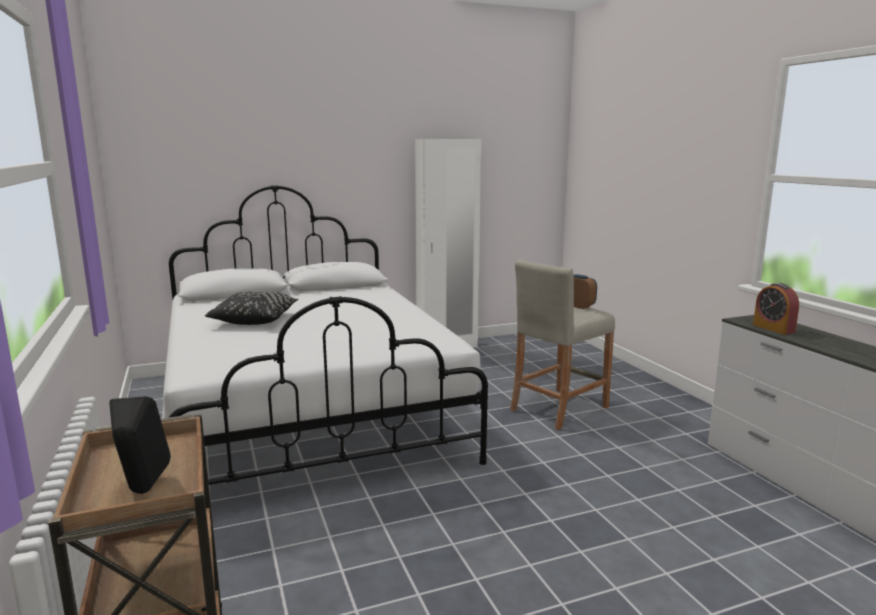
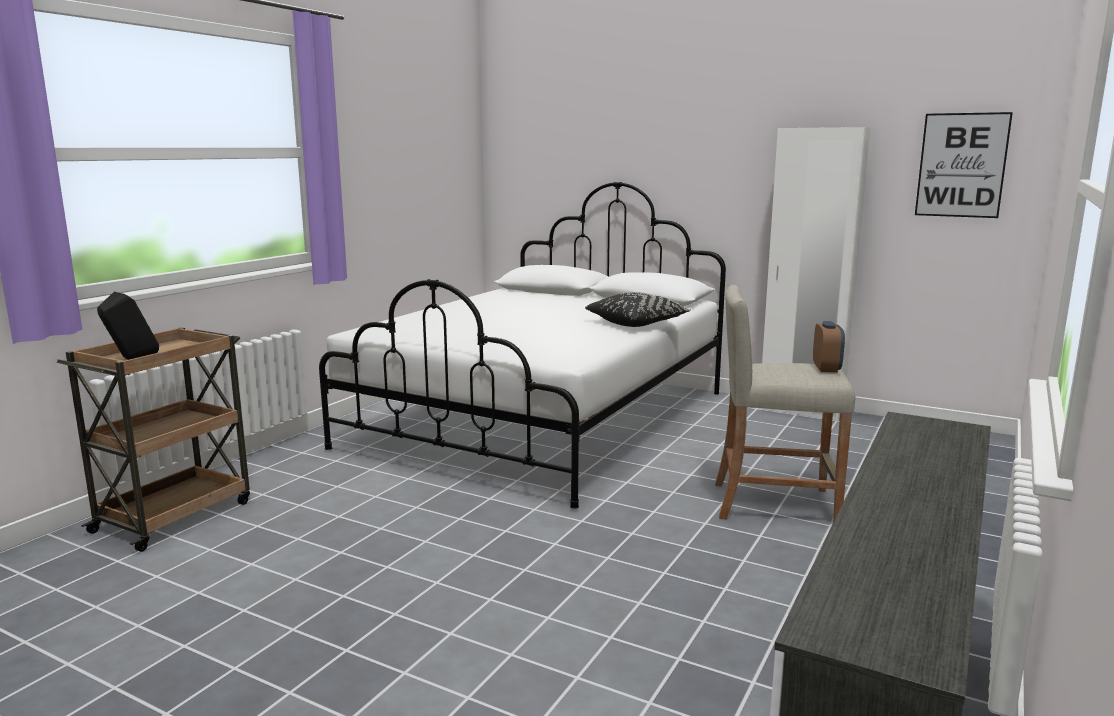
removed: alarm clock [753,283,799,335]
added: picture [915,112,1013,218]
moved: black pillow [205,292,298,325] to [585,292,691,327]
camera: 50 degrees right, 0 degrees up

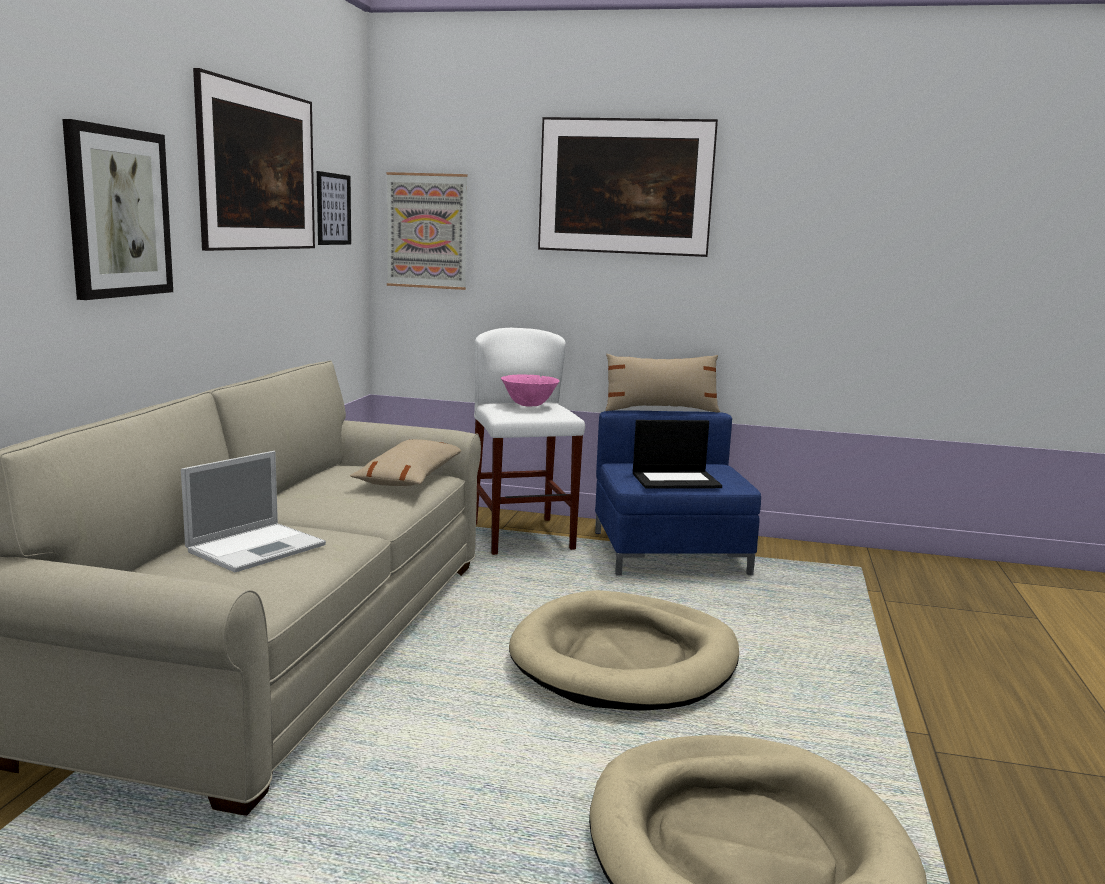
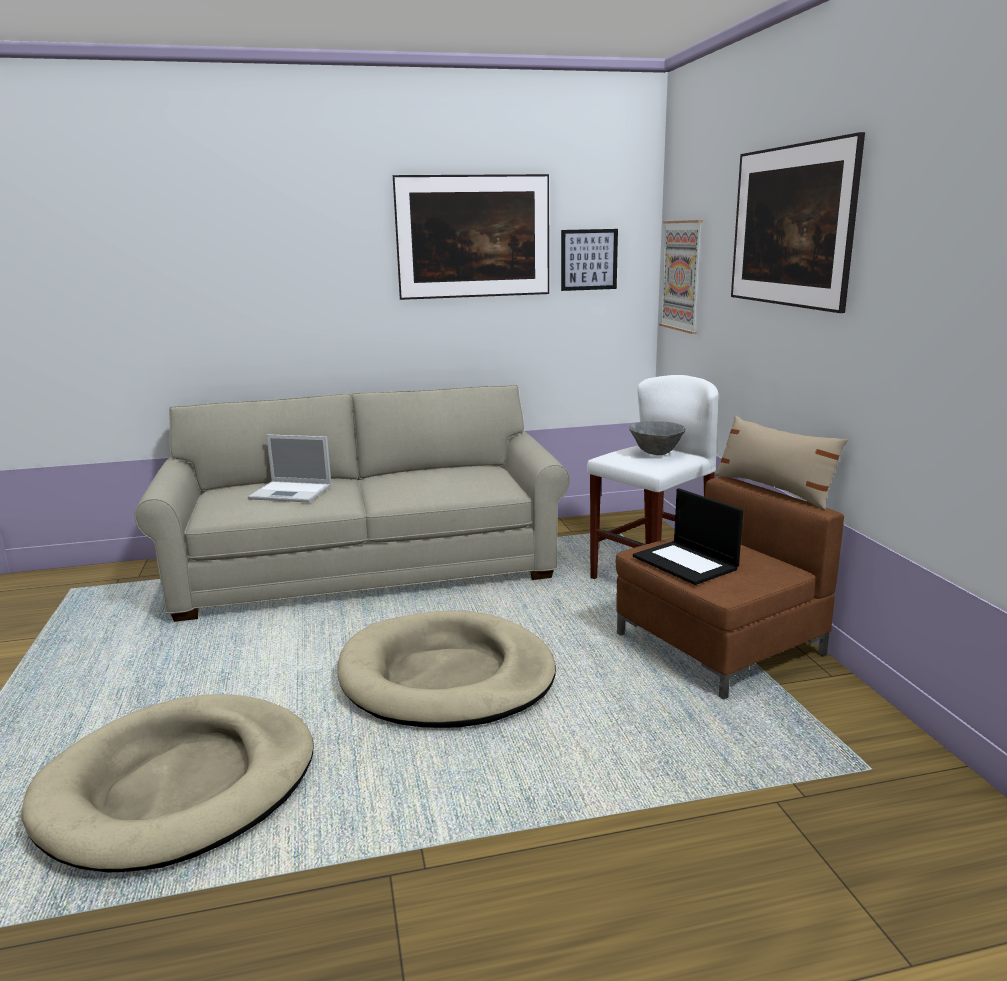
removed: picture [62,119,173,300]; beige pillow [350,439,461,486]
recoloured: blue armchair [595,410,761,576] to brown armchair [616,477,844,700]; pink bowl [501,374,559,406] to grey bowl [628,421,686,455]
camera: 65 degrees right, 5 degrees up

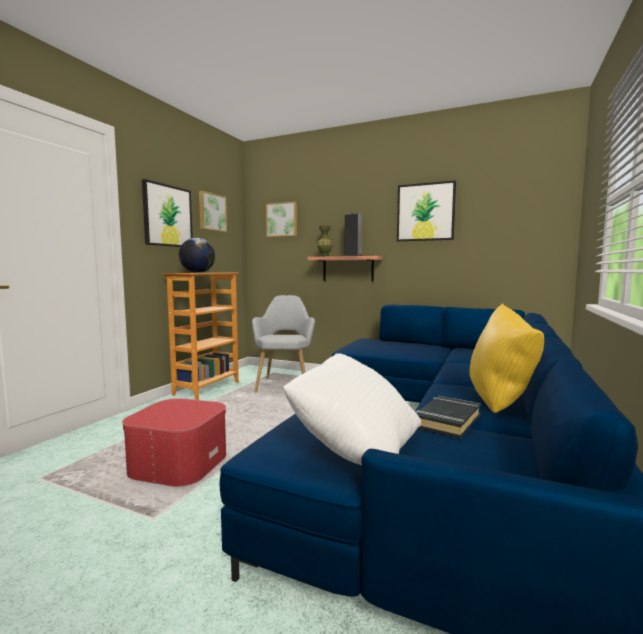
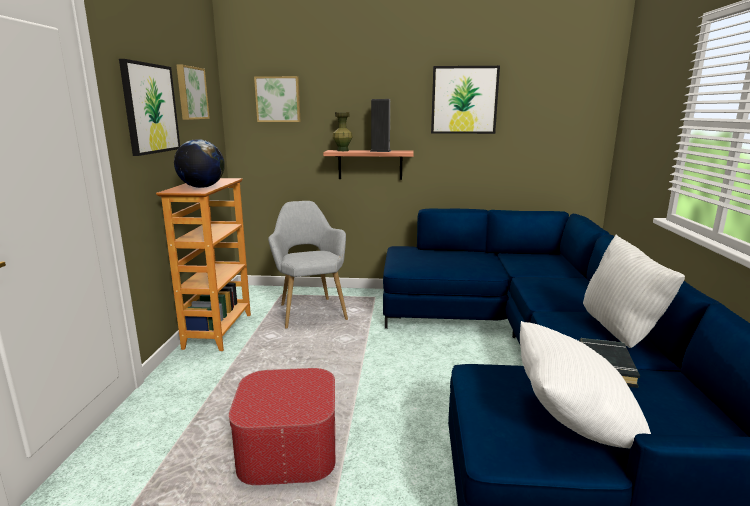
recoloured: yellow pillow [470,303,544,413] to white pillow [583,235,685,348]
camera: 20 degrees left, 10 degrees up

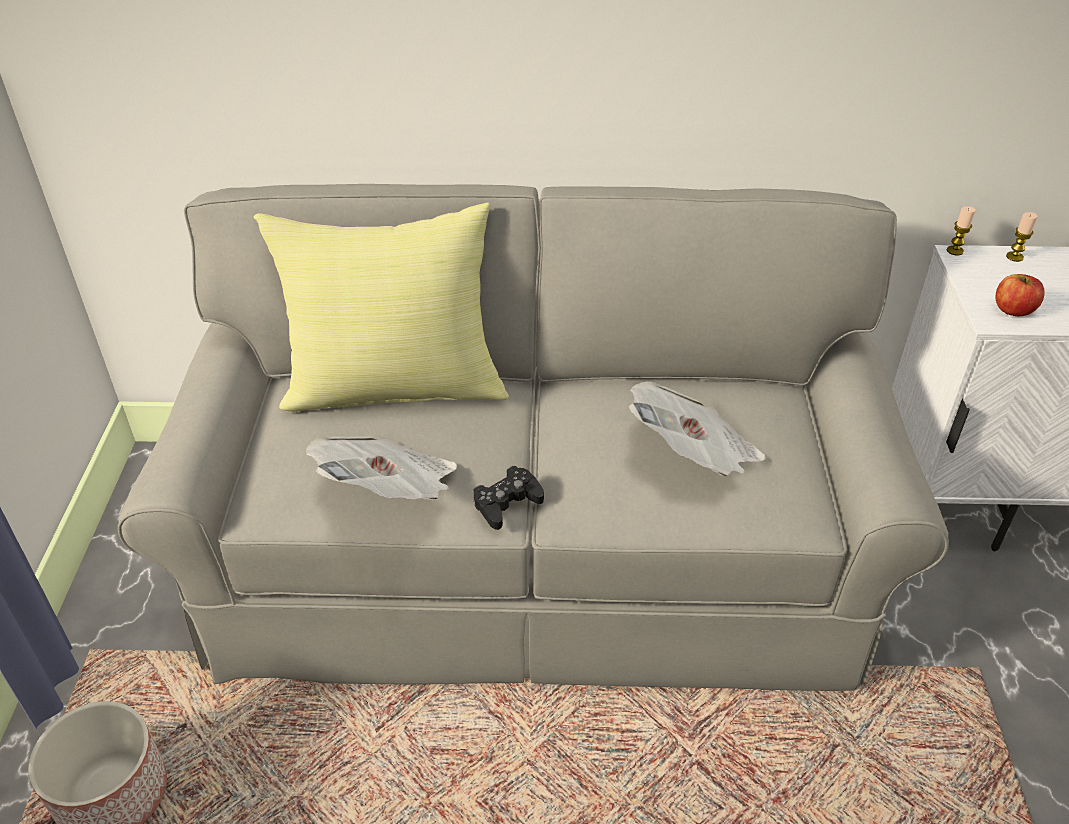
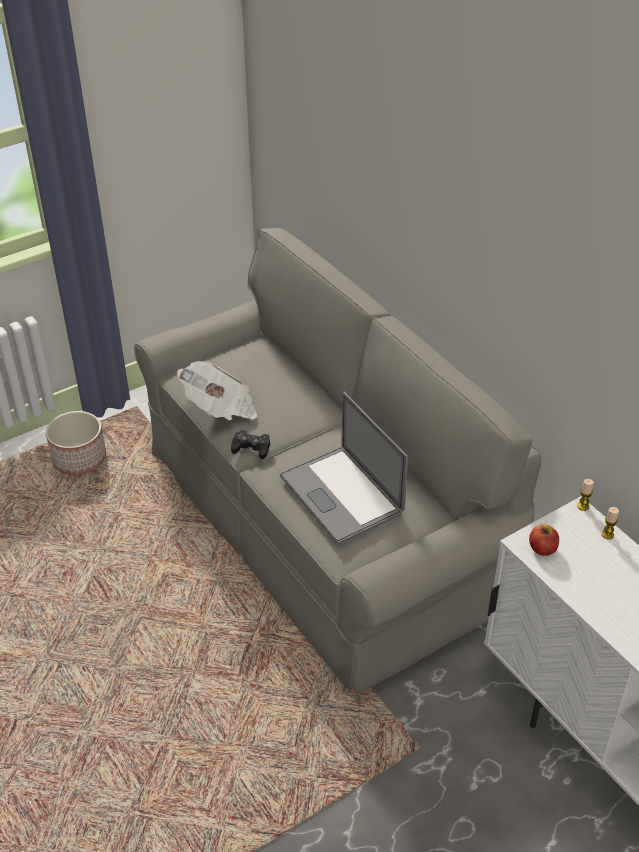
removed: yellow pillow [254,202,509,412]
replaced: newspaper [628,381,766,476] to laptop [280,392,408,544]
camera: 55 degrees right, 0 degrees up

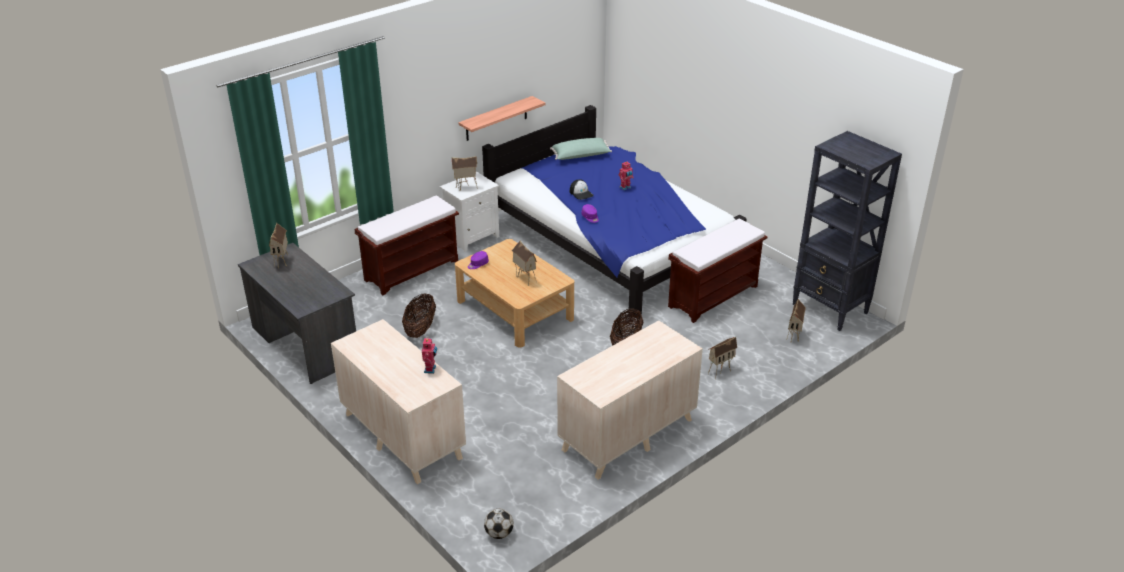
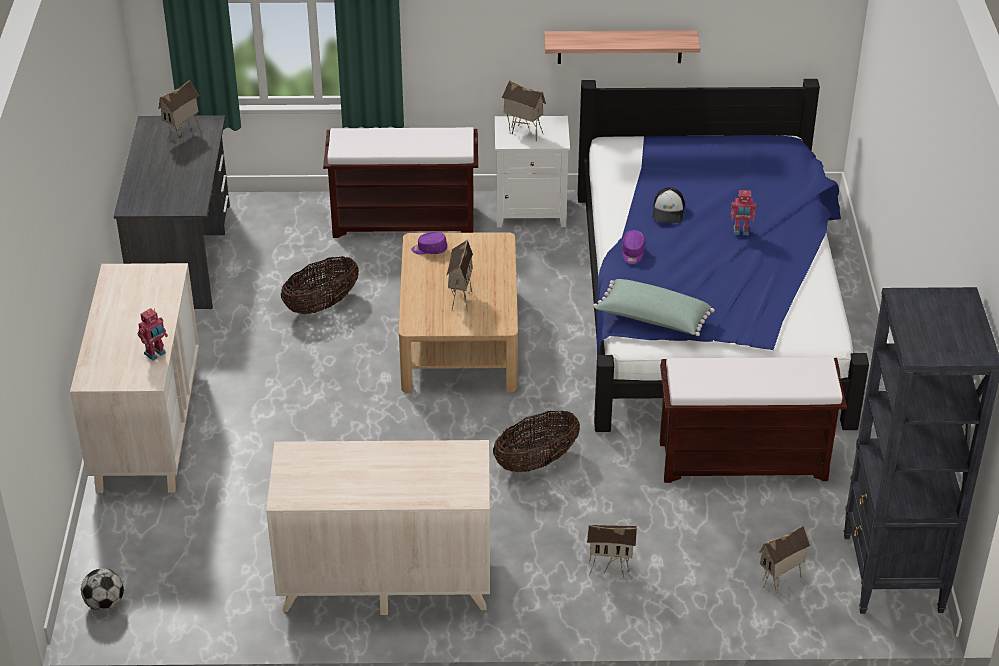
moved: green pillow [550,138,612,160] to [593,279,715,336]
camera: 40 degrees right, 5 degrees up

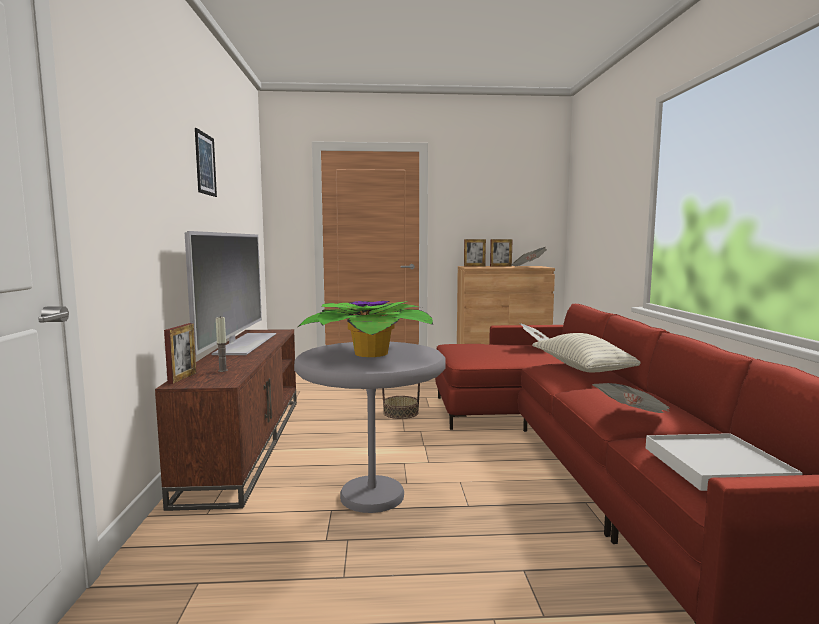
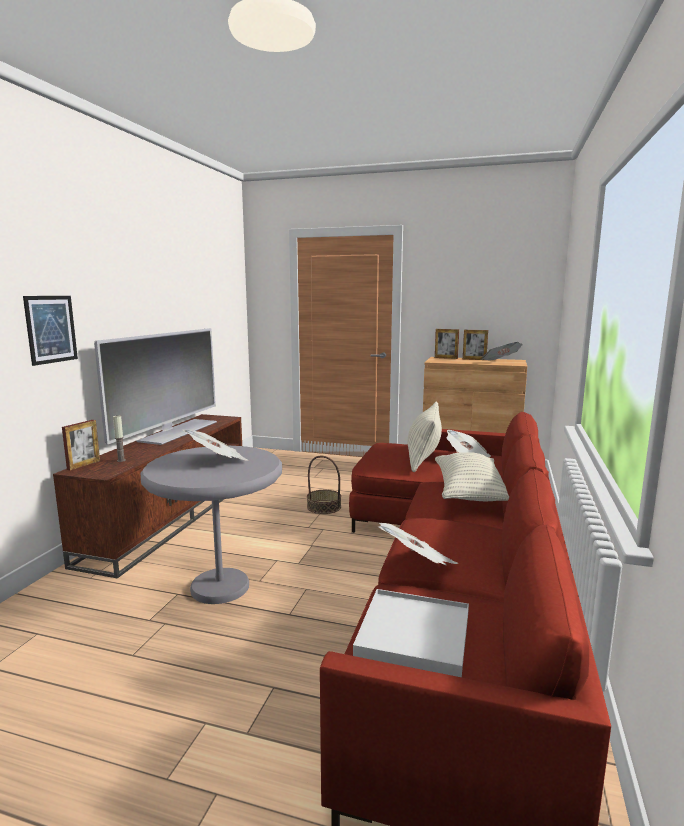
added: pillow [407,401,442,472]
moved: picture [195,128,217,197] to [23,296,78,366]
replaced: potted plant [298,301,433,357] to newspaper [182,429,249,461]
camera: 20 degrees right, 5 degrees up

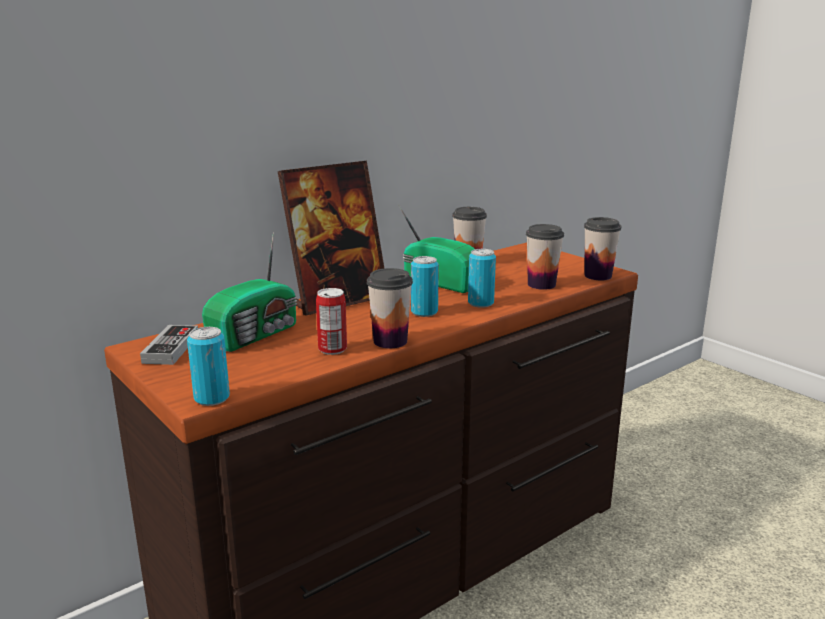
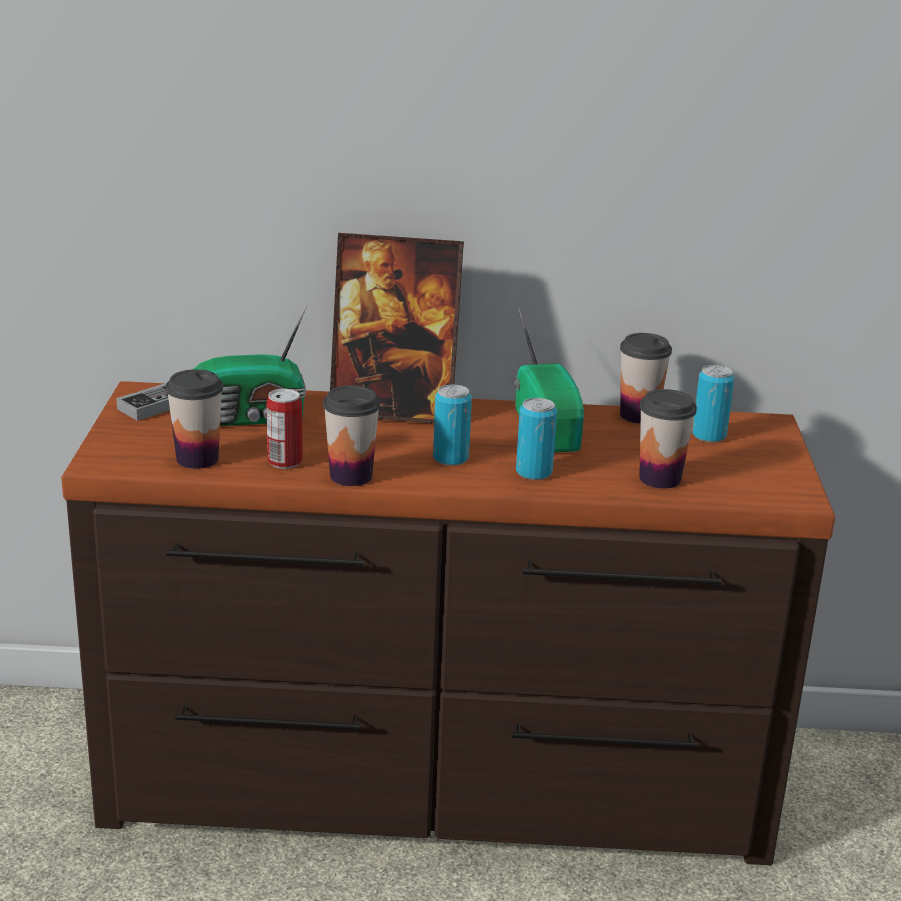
moved: cup [584,217,621,280] to [166,369,223,469]; can [187,327,230,406] to [692,365,735,443]
camera: 40 degrees right, 5 degrees up

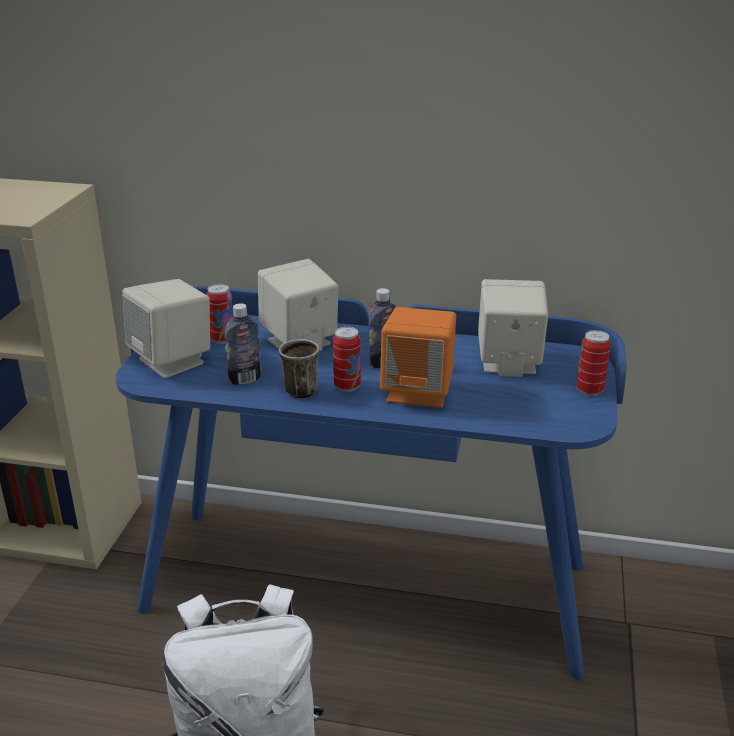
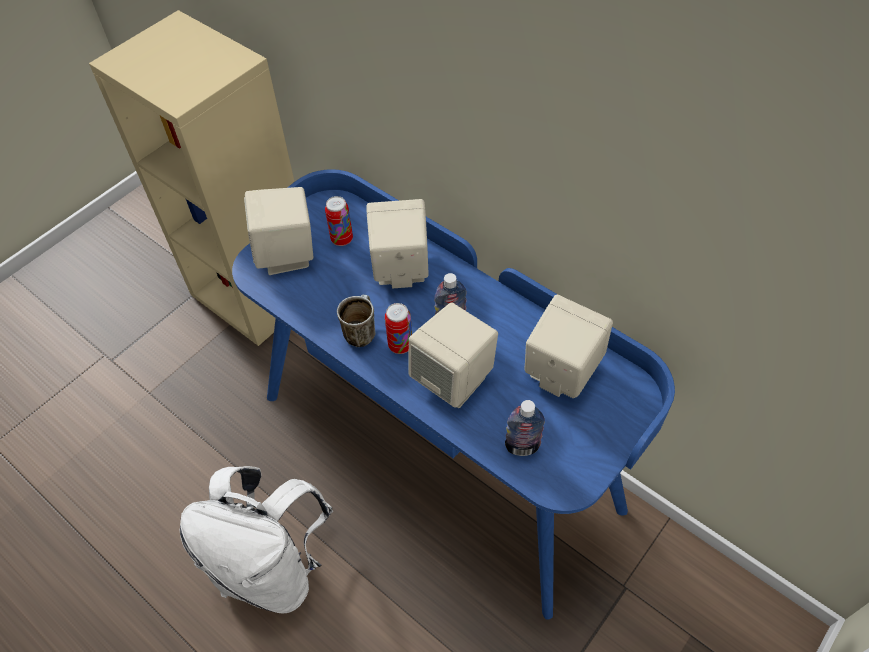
removed: can [576,330,611,396]
moved: bottle [225,303,261,385] to [505,400,545,456]
recoloured: orange speaker [380,307,456,408] to beige speaker [408,303,498,408]
camera: 30 degrees right, 25 degrees up

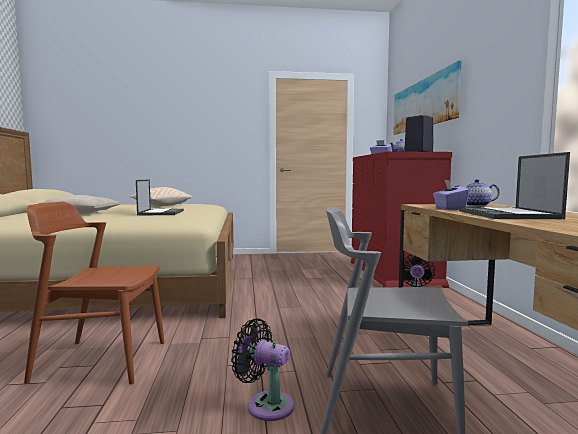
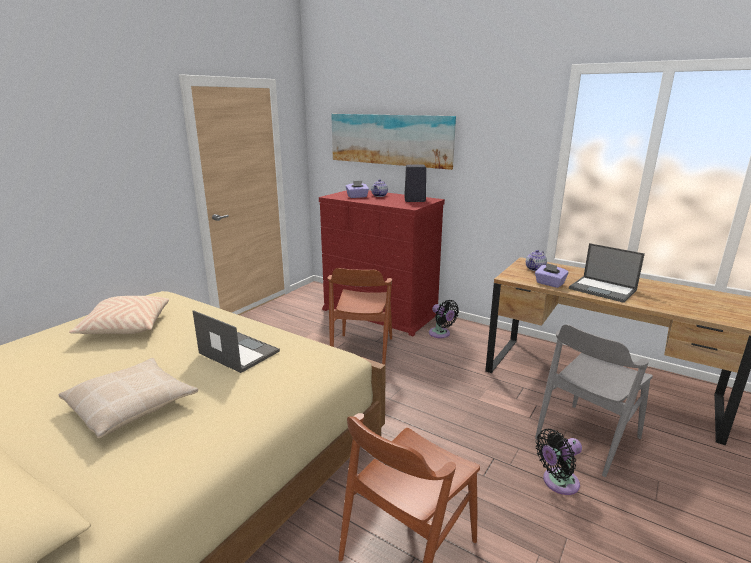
added: brown chair [328,268,392,365]
camera: 50 degrees left, 15 degrees up

